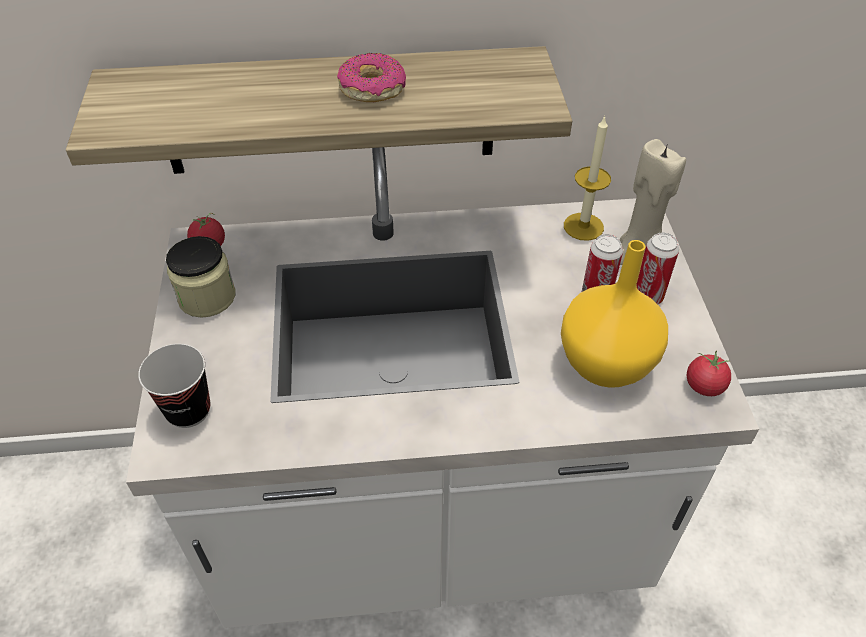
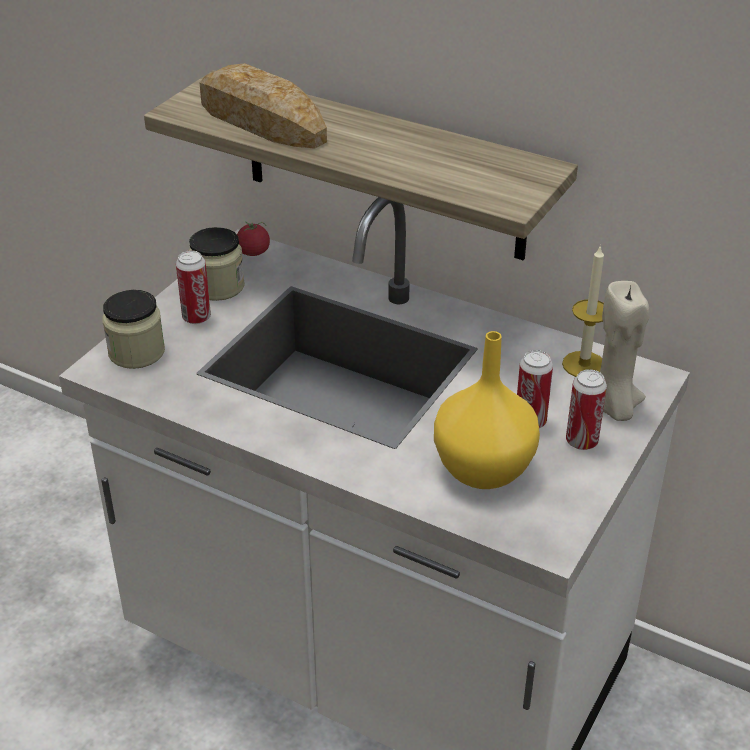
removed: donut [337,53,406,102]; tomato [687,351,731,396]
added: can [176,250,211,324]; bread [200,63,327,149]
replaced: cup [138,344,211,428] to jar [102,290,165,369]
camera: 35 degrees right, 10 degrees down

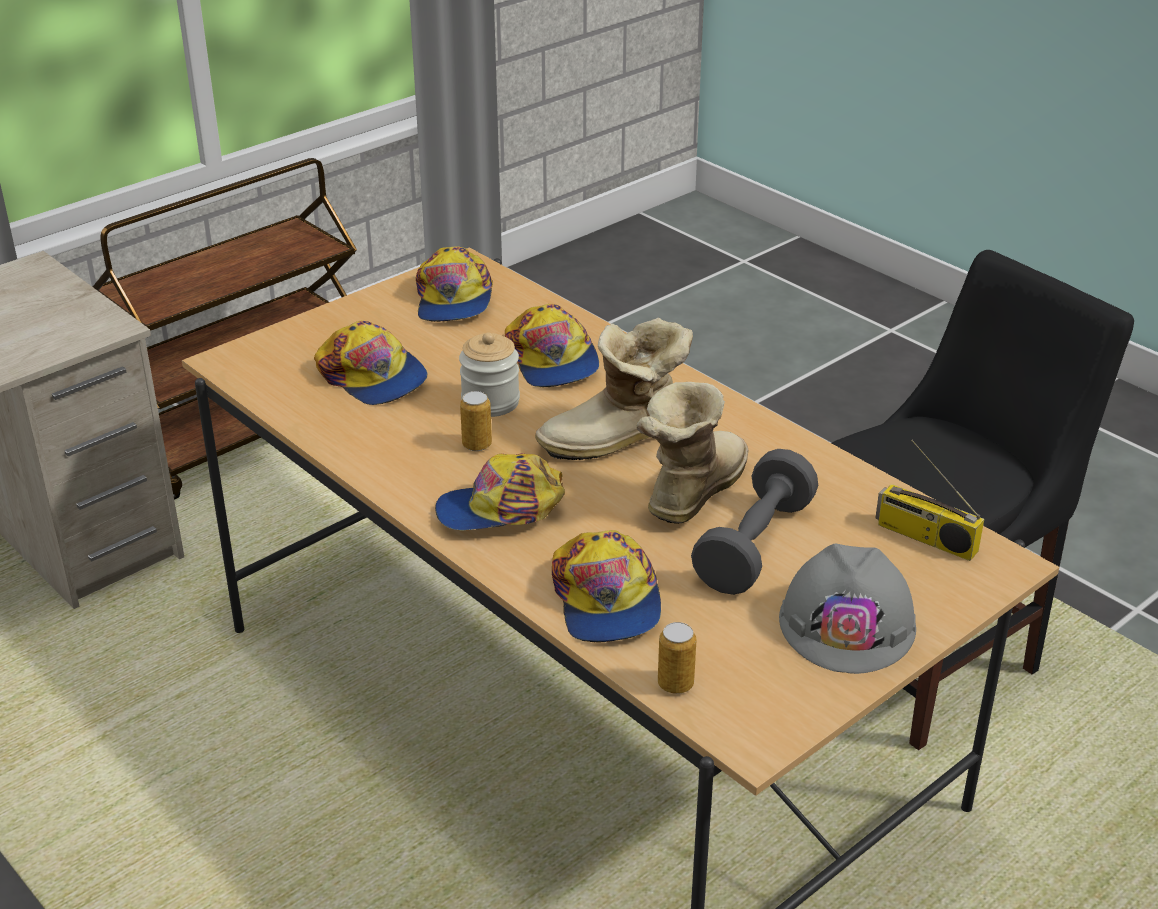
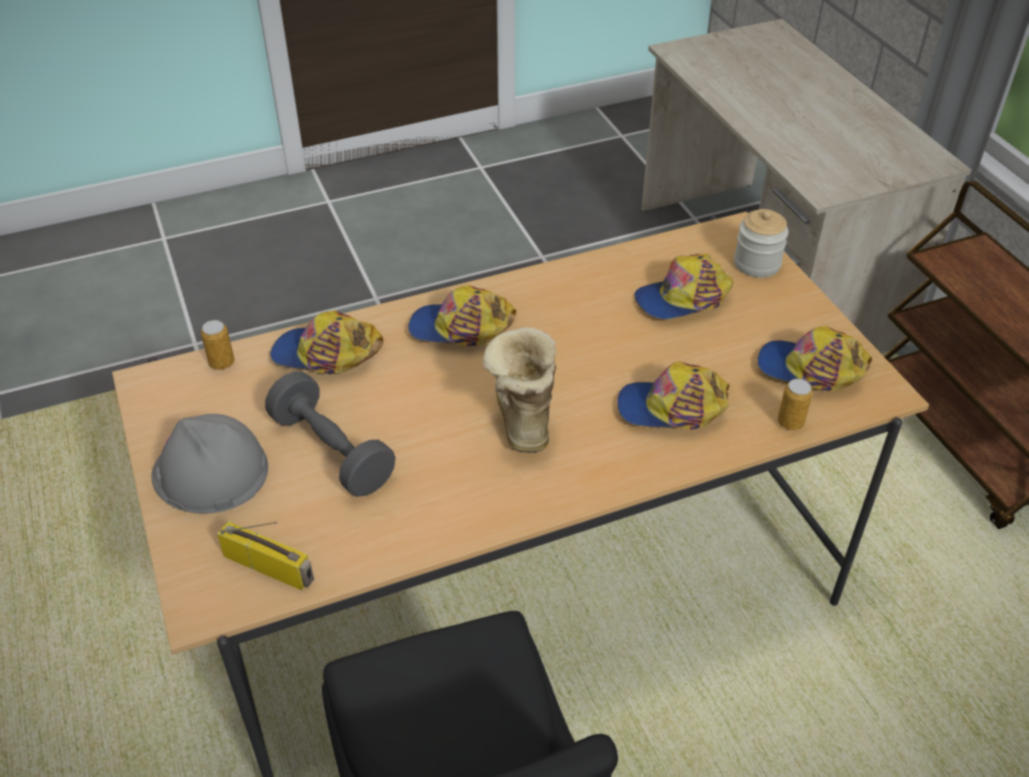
removed: boot [636,382,748,524]
moved: jar [459,332,520,417] to [734,209,789,278]; can [460,391,492,451] to [778,379,813,430]
turned: radio [875,439,984,561] = [217,521,314,590] 60 degrees clockwise; cap [435,453,565,530] = [408,285,516,346] 90 degrees counterclockwise
camera: 110 degrees right, 10 degrees up

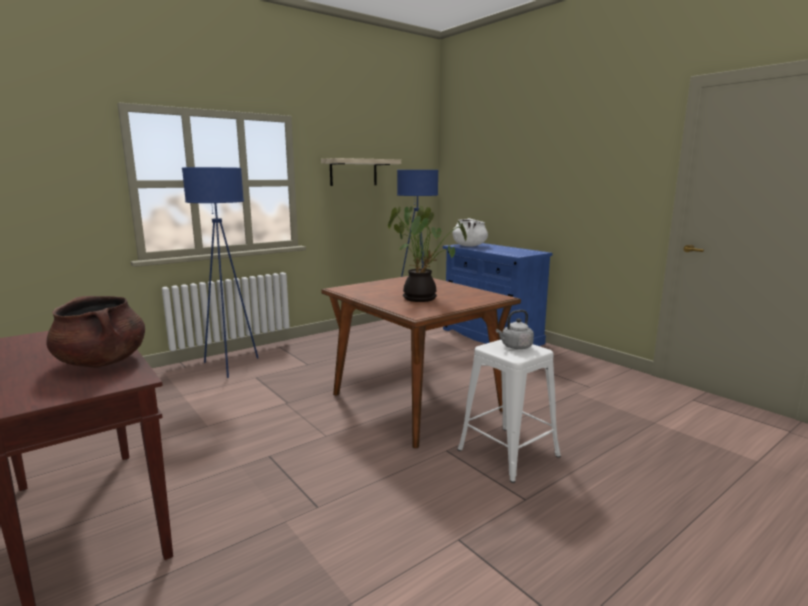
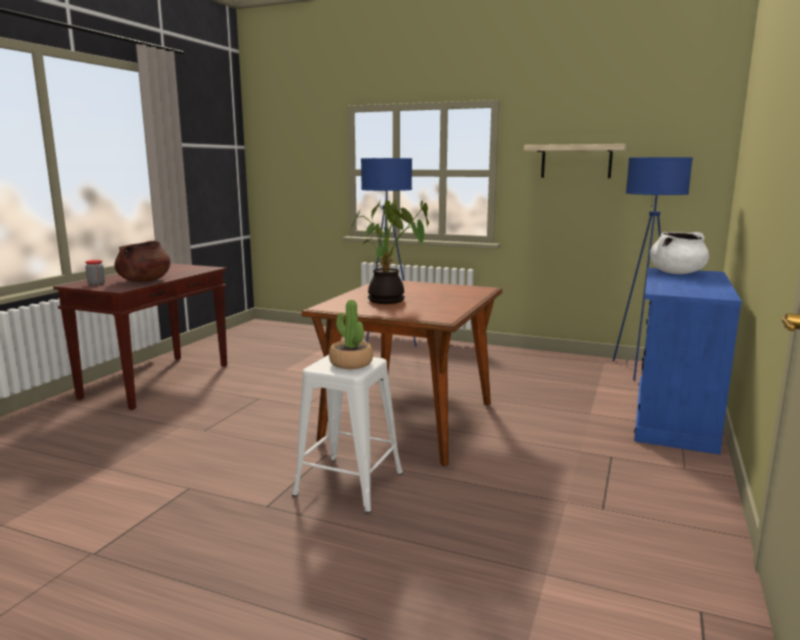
added: jar [85,260,105,285]
replaced: grey kettle [496,310,534,349] to potted plant [329,300,373,369]
camera: 60 degrees right, 0 degrees up

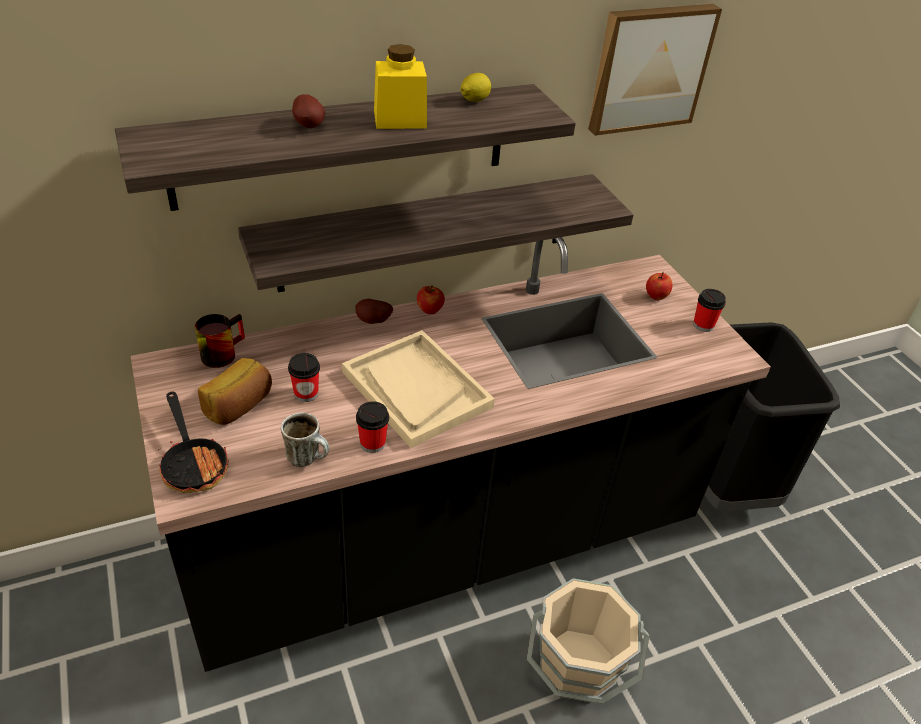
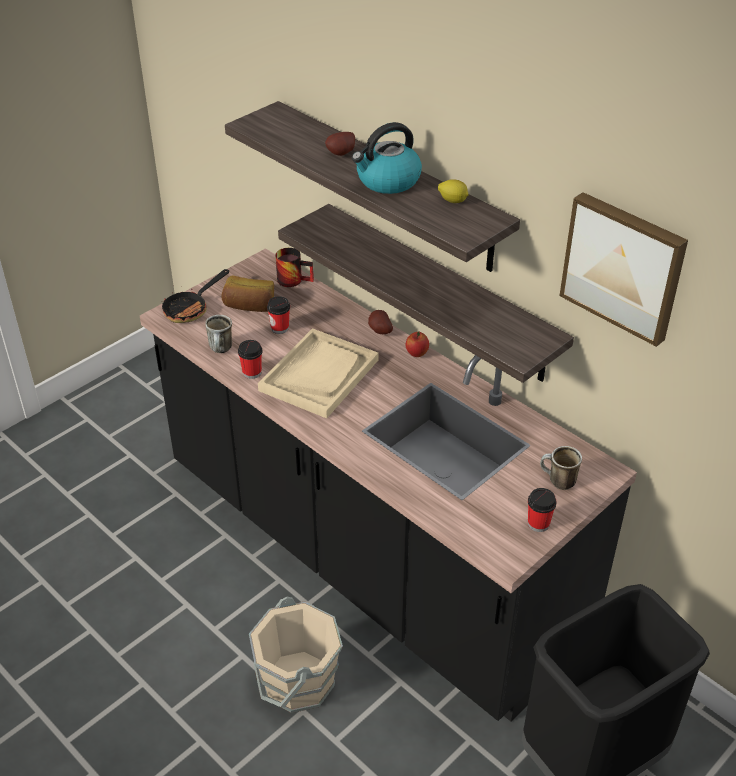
replaced: yellow jar [374,44,427,129] to kettle [352,122,422,194]; apple [646,272,672,300] to mug [540,446,582,490]
camera: 70 degrees right, 0 degrees up

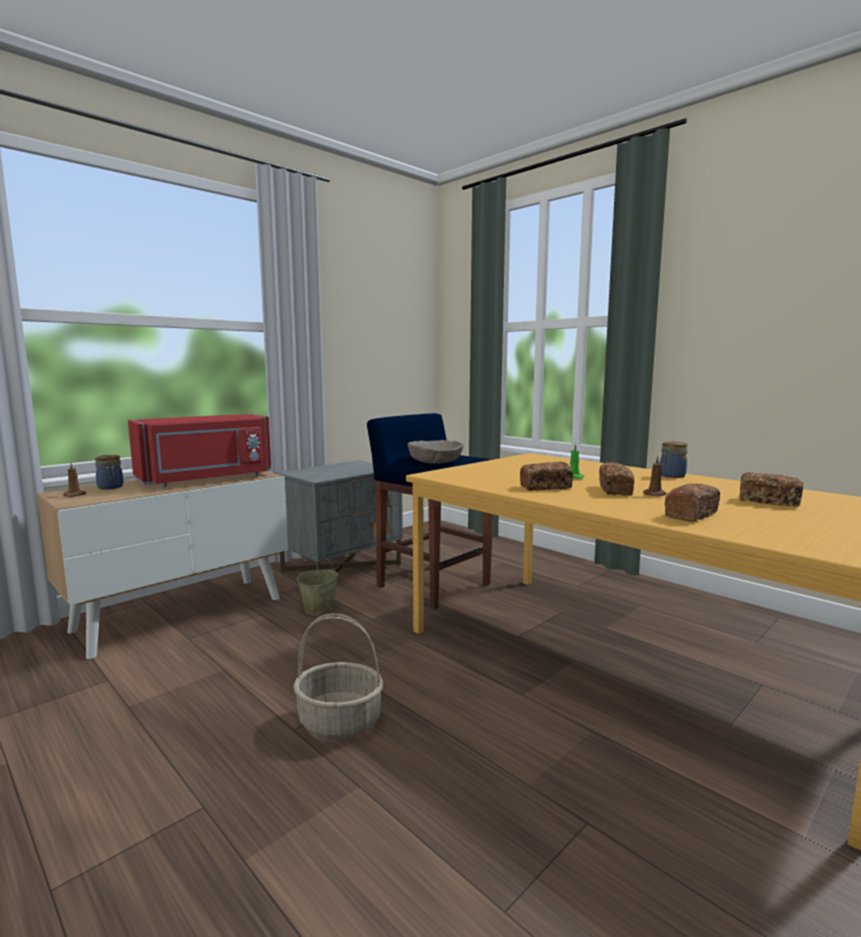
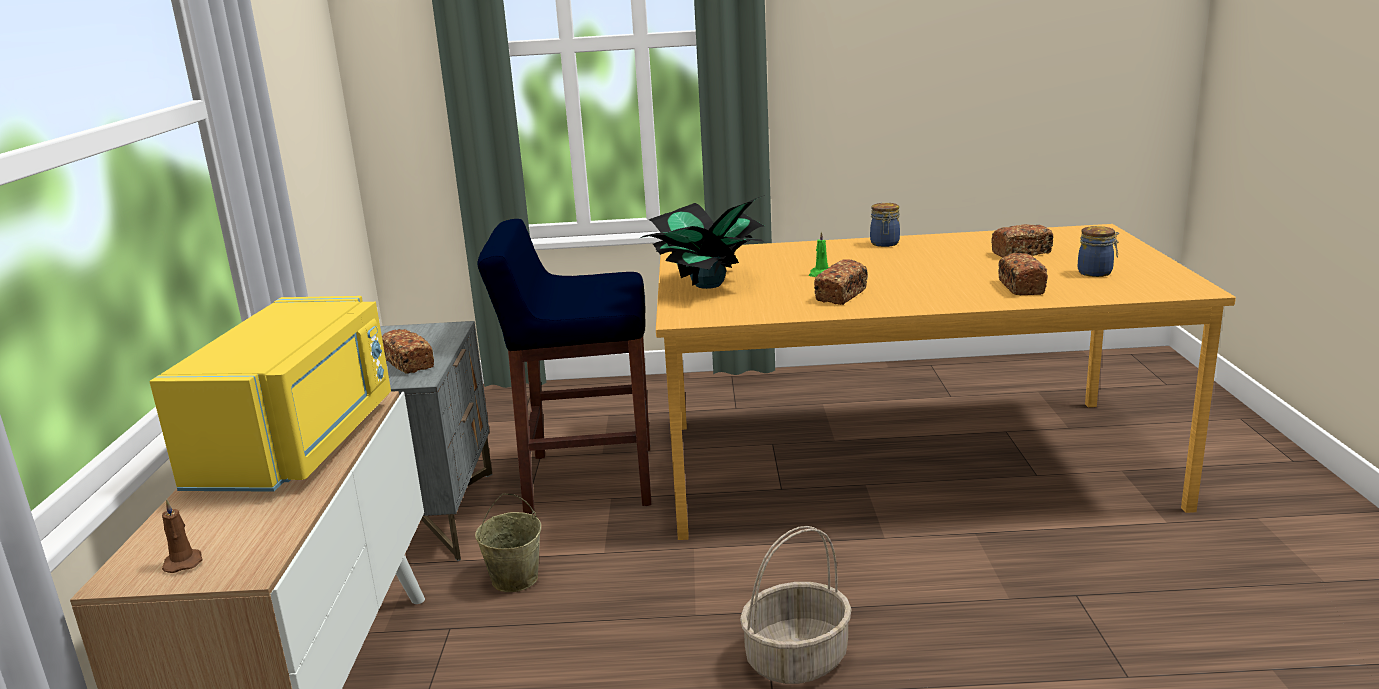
removed: beige bowl [408,440,464,464]; brown candle [643,456,667,496]
added: potted plant [641,195,765,289]
moved: bread [599,462,634,496] to [382,329,434,374]; jar [95,455,123,490] to [1078,226,1119,277]
recoloured: red microwave [128,414,272,487] to yellow microwave [150,296,391,491]
camera: 45 degrees left, 10 degrees up

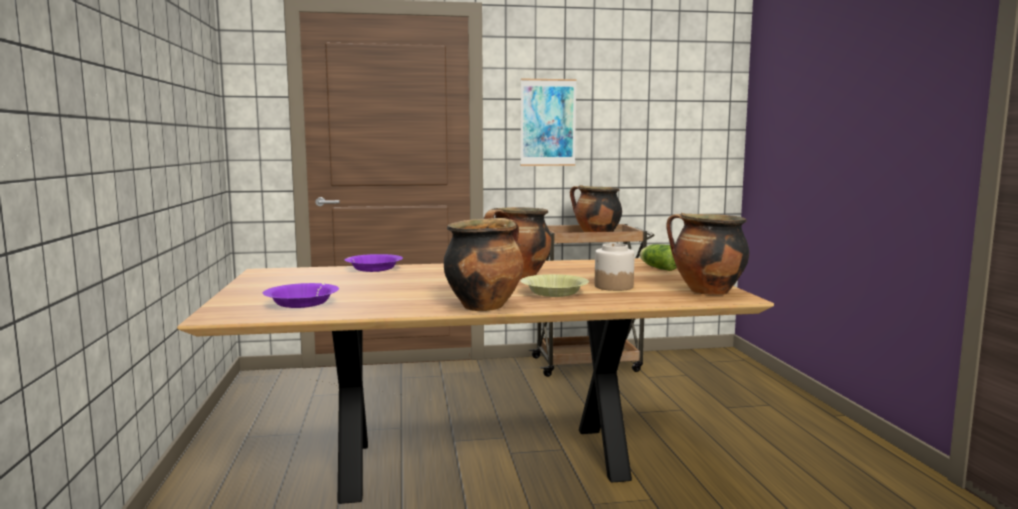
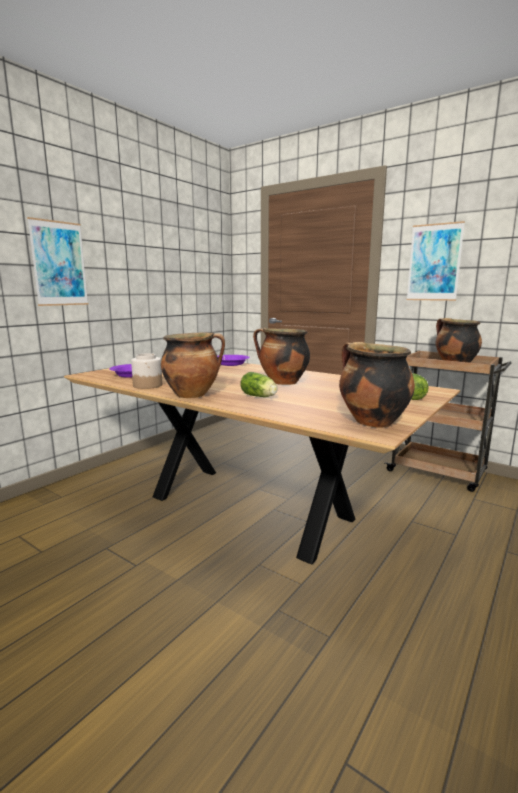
added: picture [27,217,89,306]
moved: jar [595,243,635,291] to [131,353,162,389]
replaced: yellow bowl [520,274,589,297] to lettuce [240,372,278,397]
camera: 45 degrees right, 5 degrees up

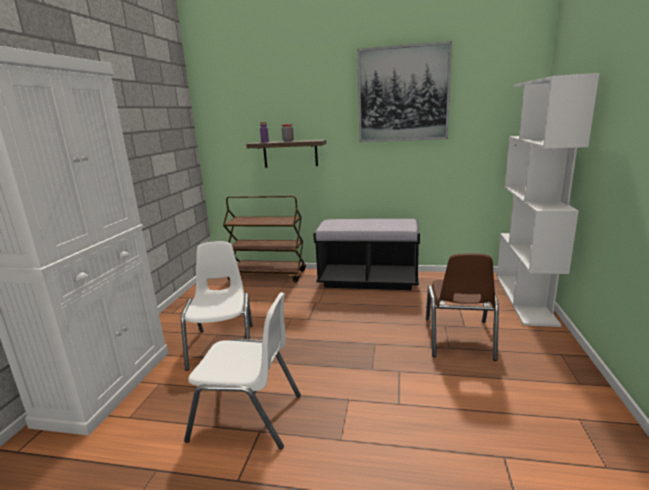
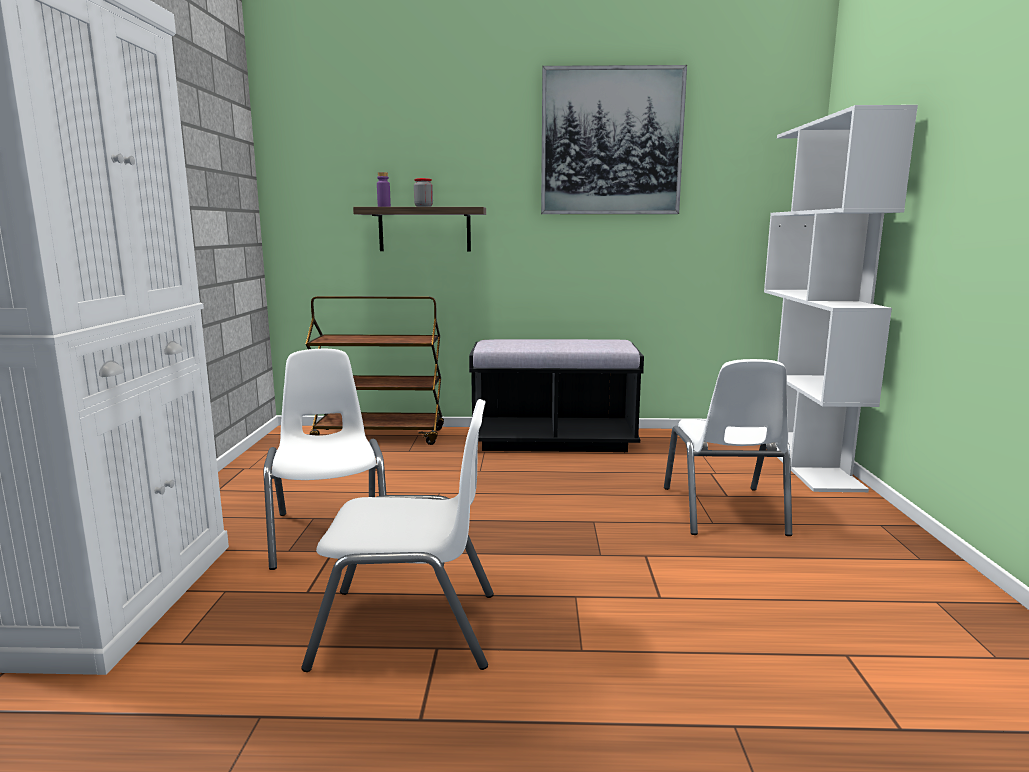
recoloured: brown chair [426,253,499,361] to white chair [664,359,792,536]
camera: 10 degrees left, 5 degrees down

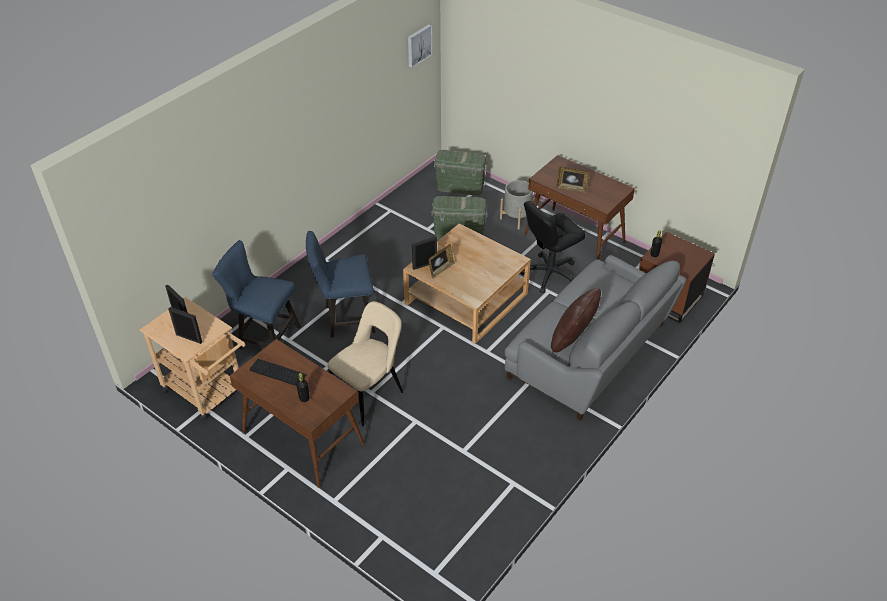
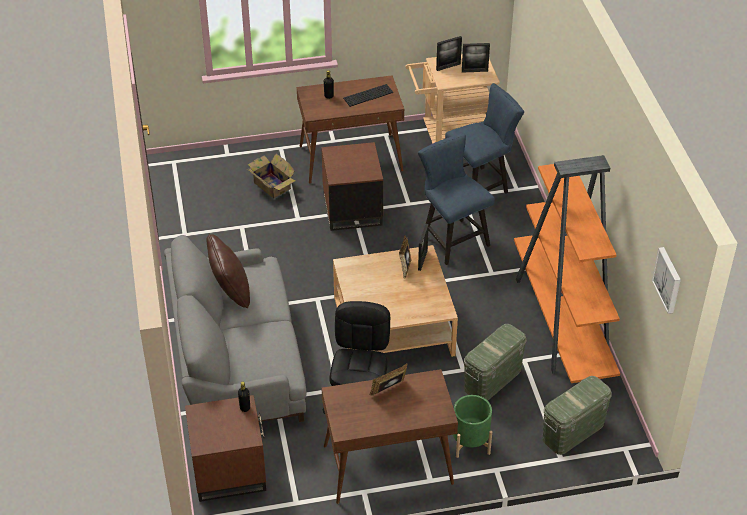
added: cardboard box [247,153,296,199]; orange bookcase [514,155,620,383]
replaced: beige chair [327,301,403,426] to brown side table [321,142,383,231]
recoloured: grey planter [500,180,534,229] to green planter [453,395,492,458]
turned: blue chair [306,231,376,338] = [418,133,495,265] 60 degrees counterclockwise
camera: 130 degrees right, 0 degrees up

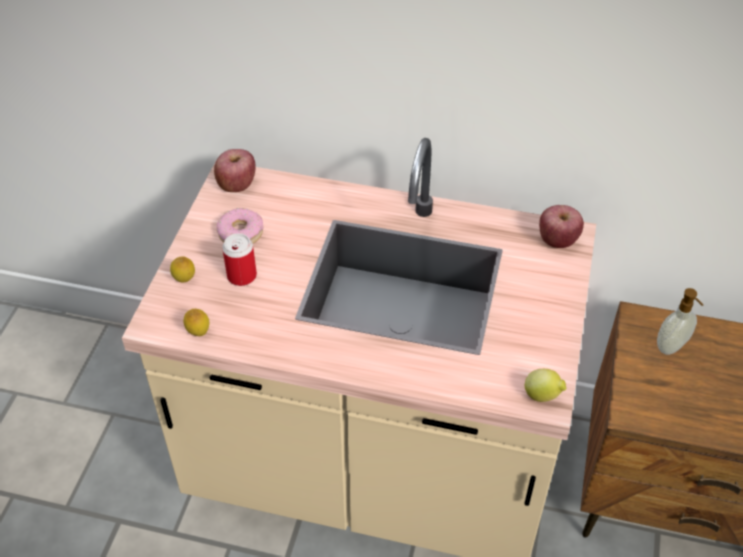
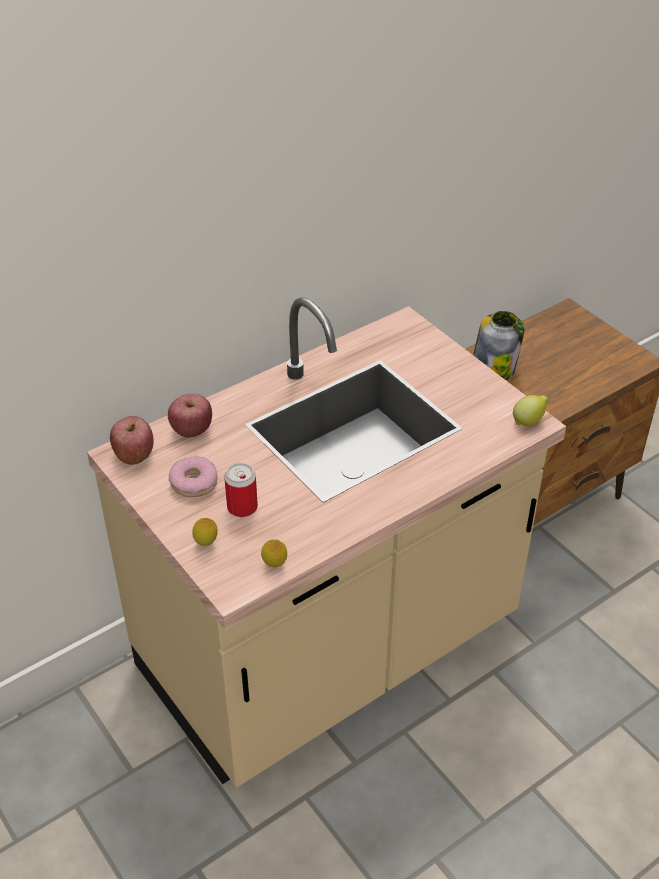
moved: apple [539,205,584,248] to [168,394,212,438]
replaced: soap dispenser [657,288,703,355] to jar [473,311,525,380]
camera: 50 degrees left, 5 degrees down

